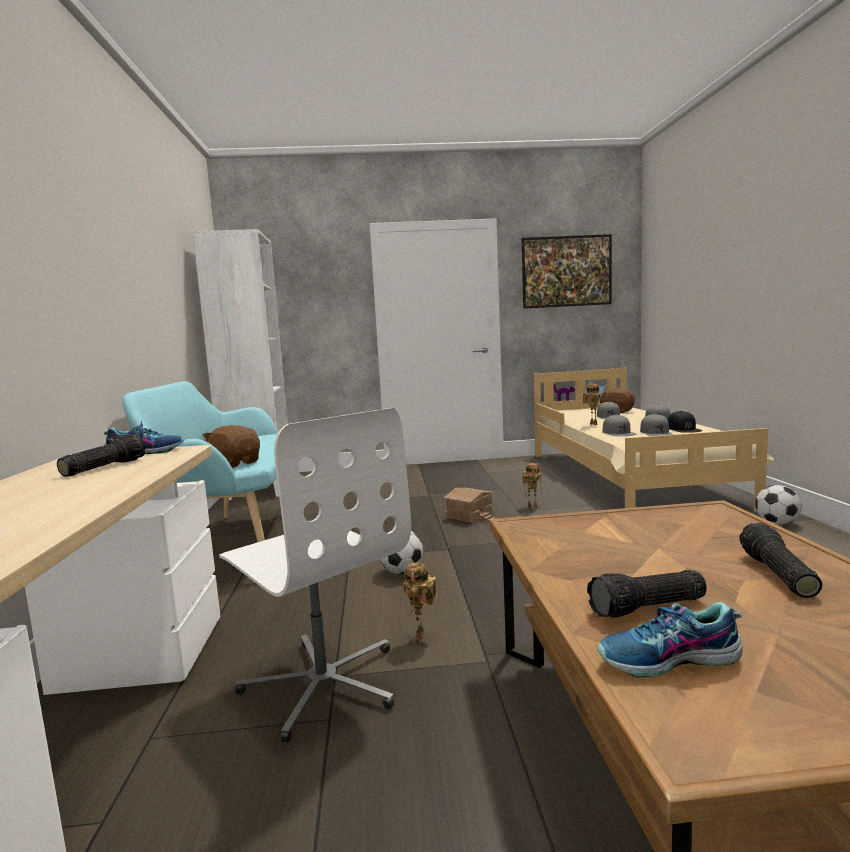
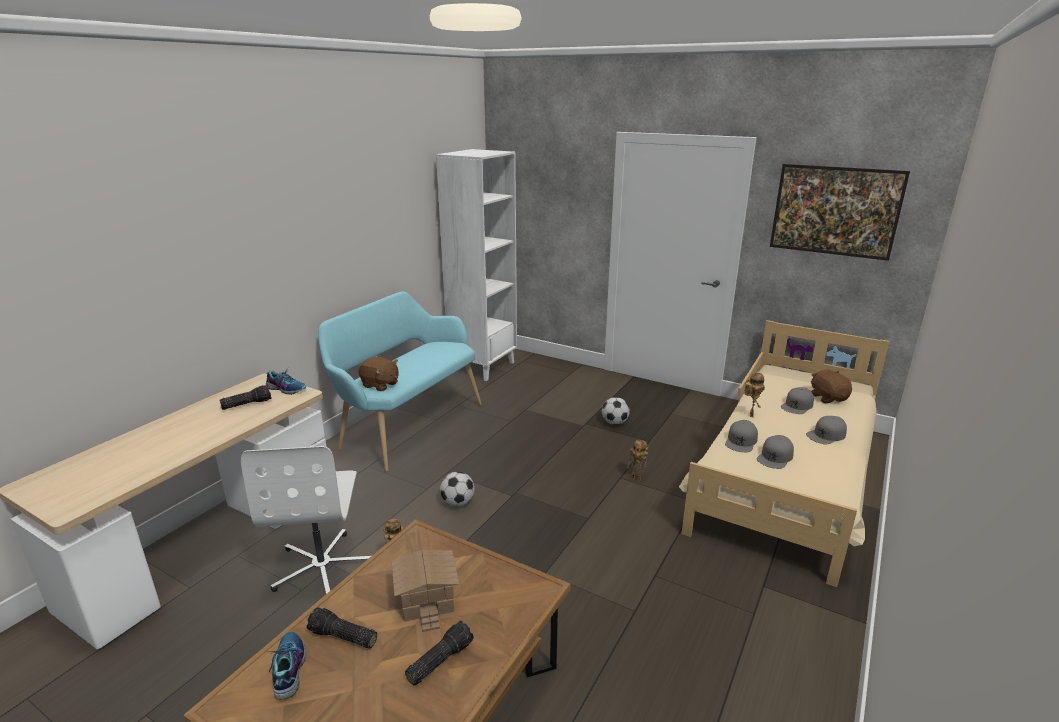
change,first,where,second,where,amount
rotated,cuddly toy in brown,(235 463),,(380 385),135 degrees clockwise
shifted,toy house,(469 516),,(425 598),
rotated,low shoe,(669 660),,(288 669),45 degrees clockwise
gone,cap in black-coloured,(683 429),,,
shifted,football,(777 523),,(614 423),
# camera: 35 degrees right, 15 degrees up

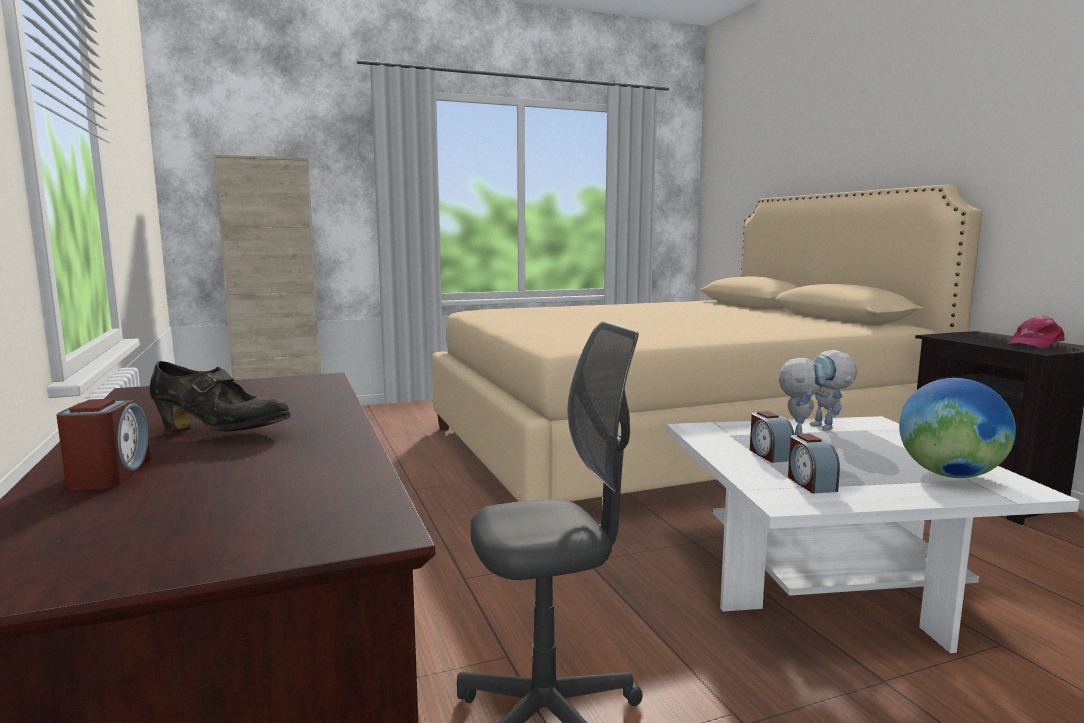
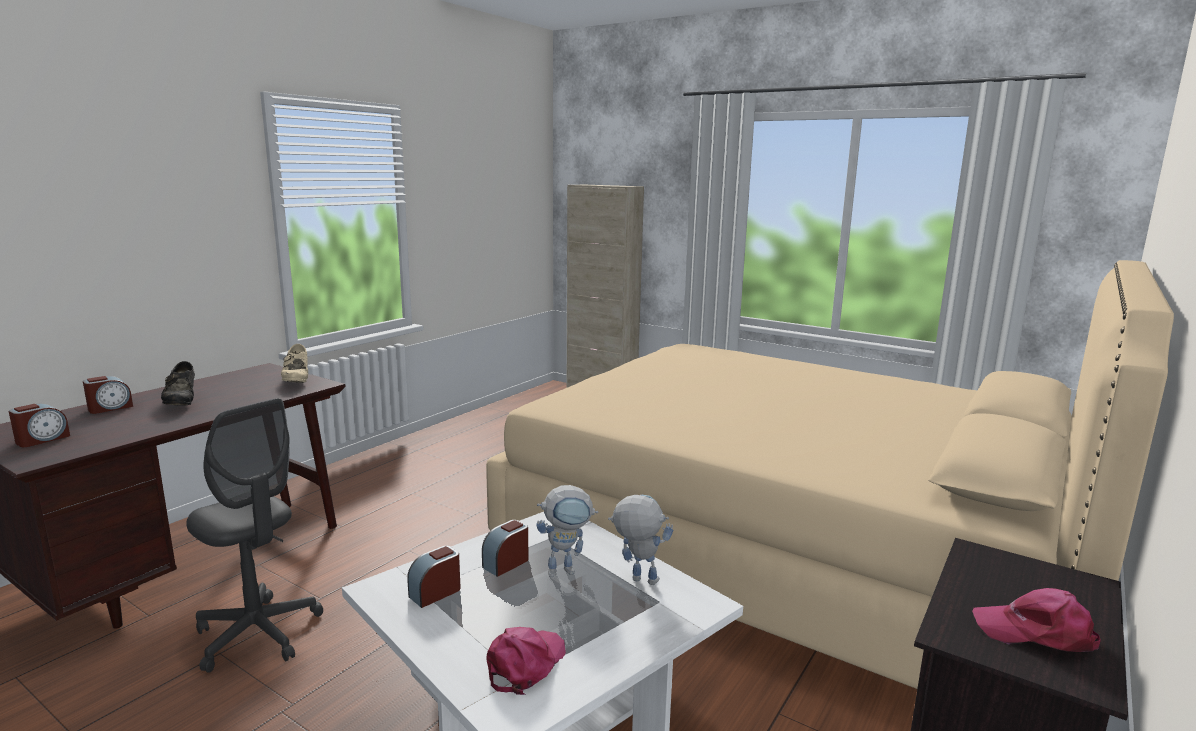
change,first,where,second,where,amount
rotated,toy robot,(828 428),,(636 579),75 degrees clockwise
swapped,globe,(949 475),cap in pinkish,(525 664),
new,,,alarm clock,(42 439),
new,,,low shoe in sand-coloured,(297 381),
# camera: 55 degrees right, 5 degrees up

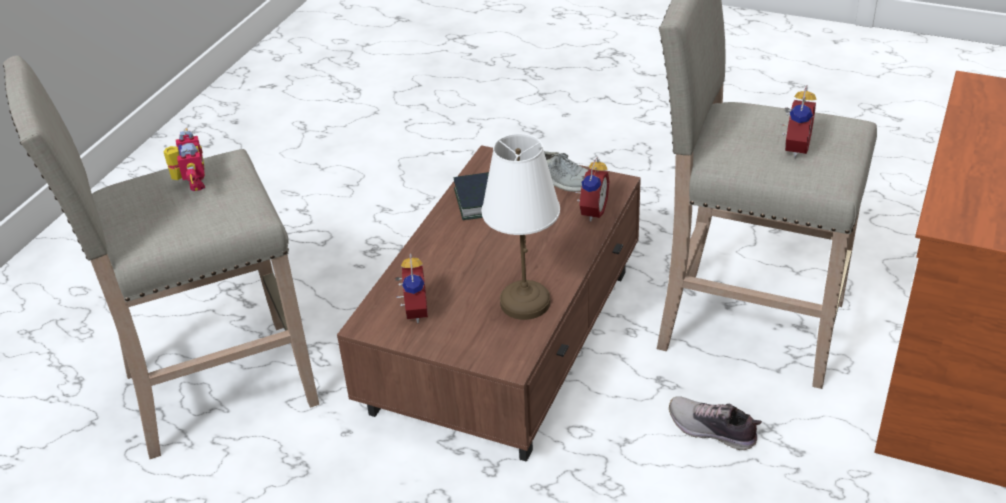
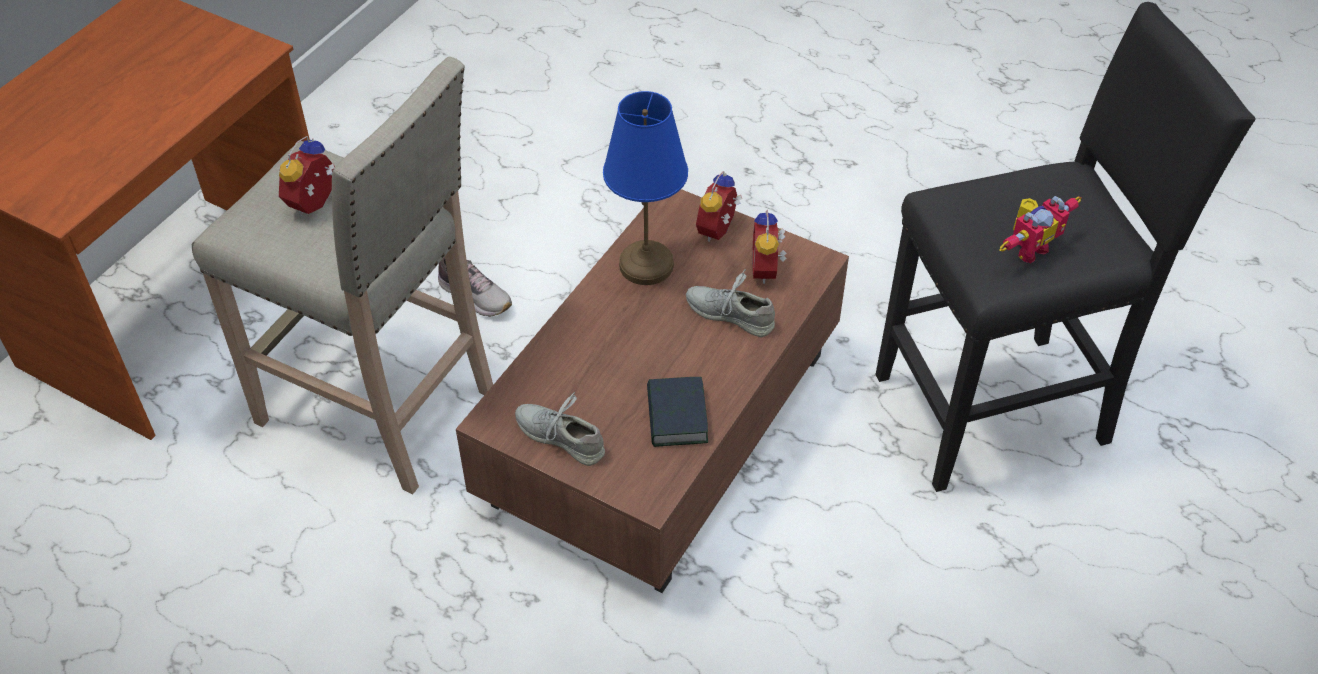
change,first,where,second,where,amount
repainted,stool seat in sand-coloured,(215 389),stool seat in black-coloured,(997 409),
rotated,toy robot,(191 184),,(1028 248),120 degrees counterclockwise
repainted,tabletop lamp in white-coloured,(524 302),tabletop lamp in blue-coloured,(647 265),
shifted,alarm clock,(591 211),,(719 231),
new,,,low shoe in greyish,(730 314),
# camera: 175 degrees left, 10 degrees up

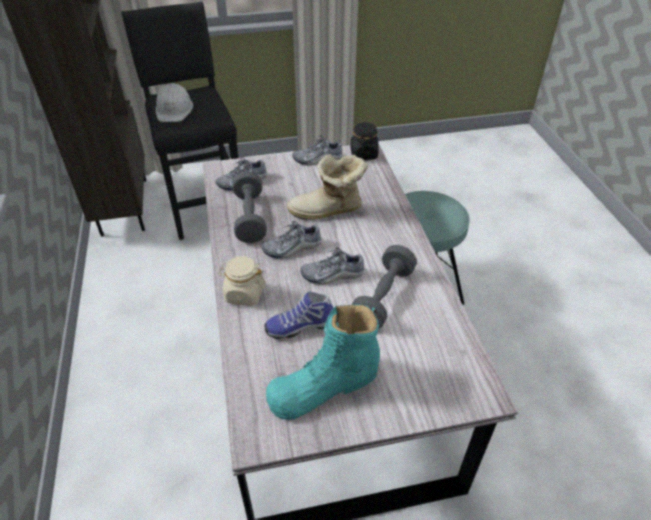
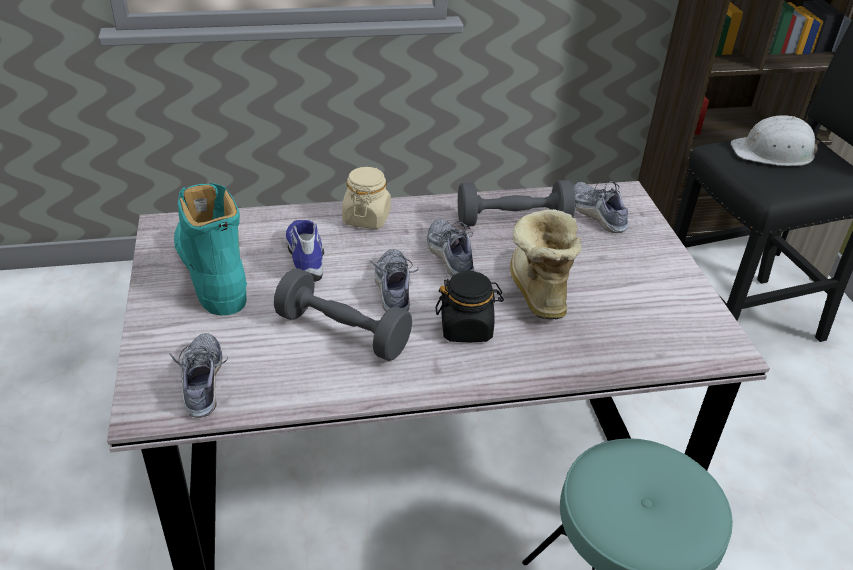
change,first,where,second,where,amount
shifted,low shoe,(318 159),,(202 381),
shifted,jar in black-coloured,(363 154),,(466 328),
# camera: 90 degrees right, 5 degrees down

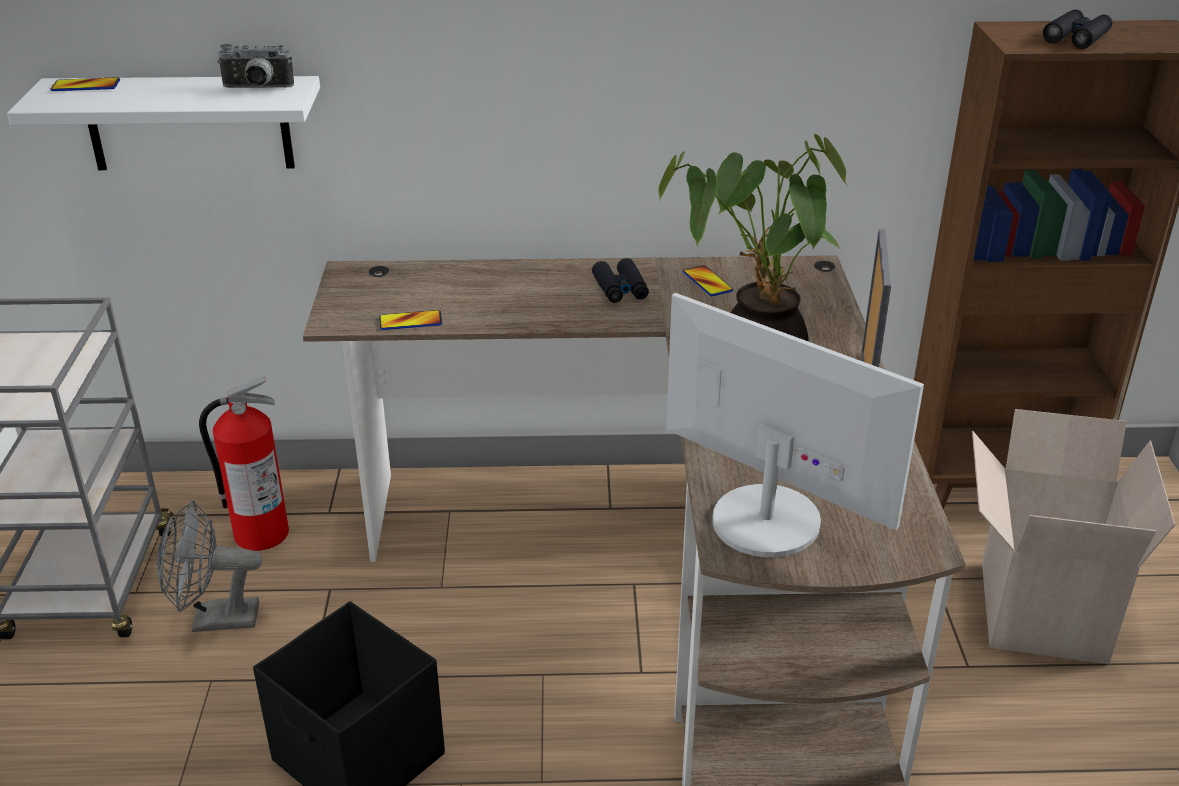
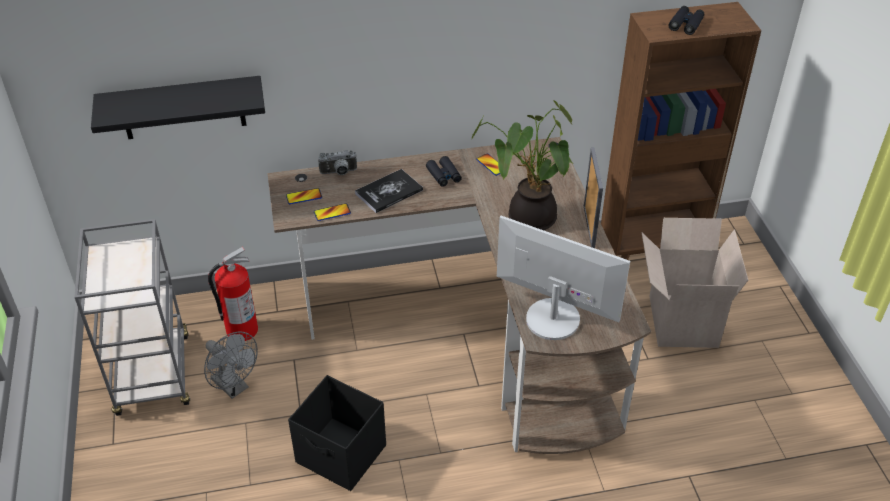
change,first,where,second,where,amount
repainted,wall shelf in white-coloured,(189 123),wall shelf in black-coloured,(183 108),
shifted,handset,(86 86),,(304 197),
rotated,electric fan in greyish,(214 620),,(234 387),120 degrees counterclockwise
shifted,still camera,(257 89),,(339 173),
new,,,book,(389 192),
# camera: 10 degrees left, 10 degrees up

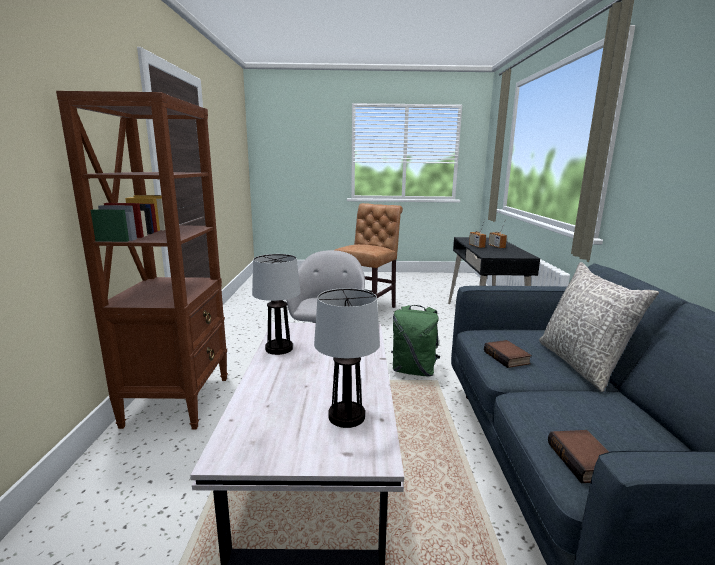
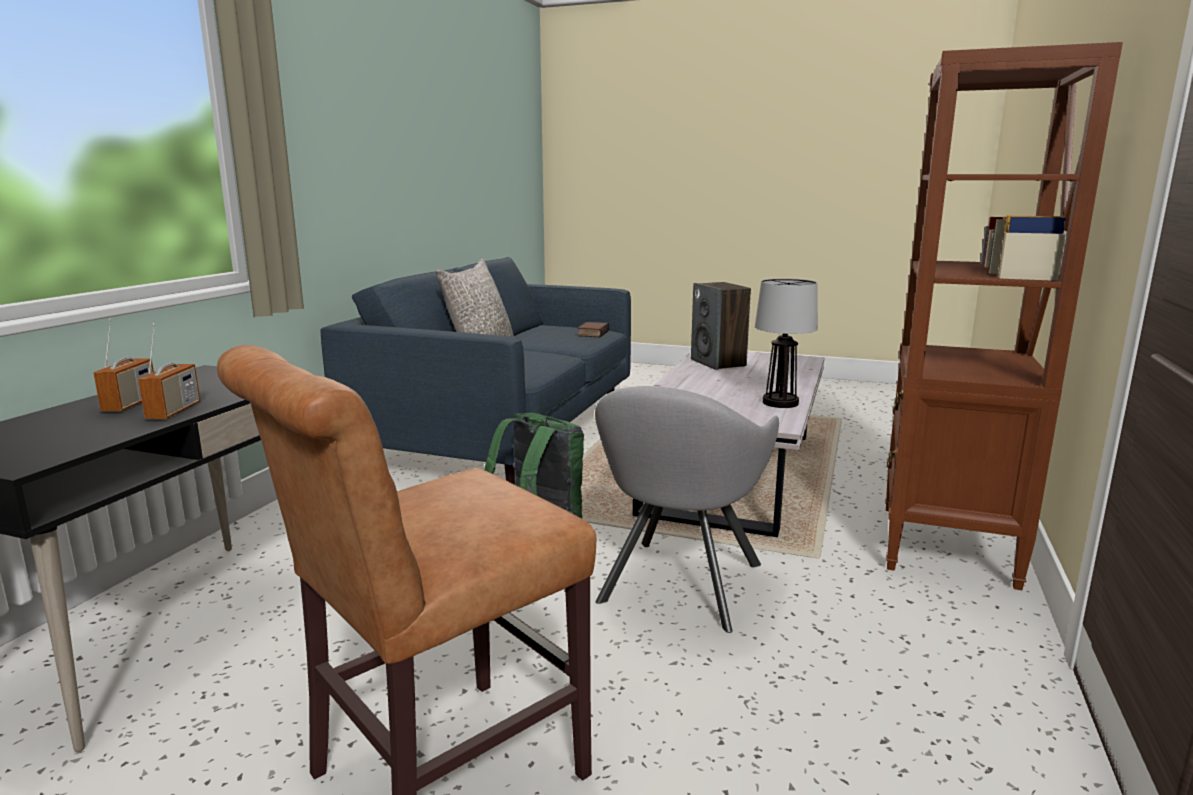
change,first,where,second,where,amount
swapped,tabletop lamp,(345 416),audio speaker,(718 363),
gone,book,(508 357),,,
# camera: 160 degrees left, 0 degrees up

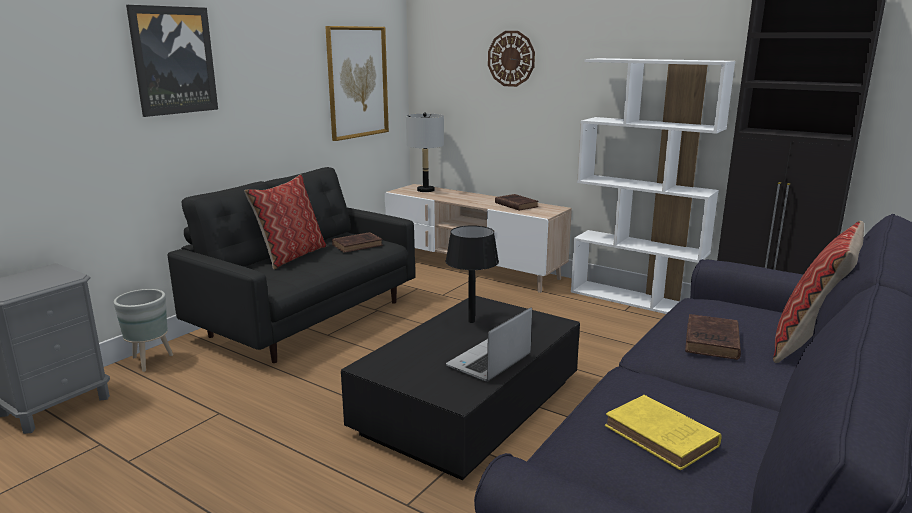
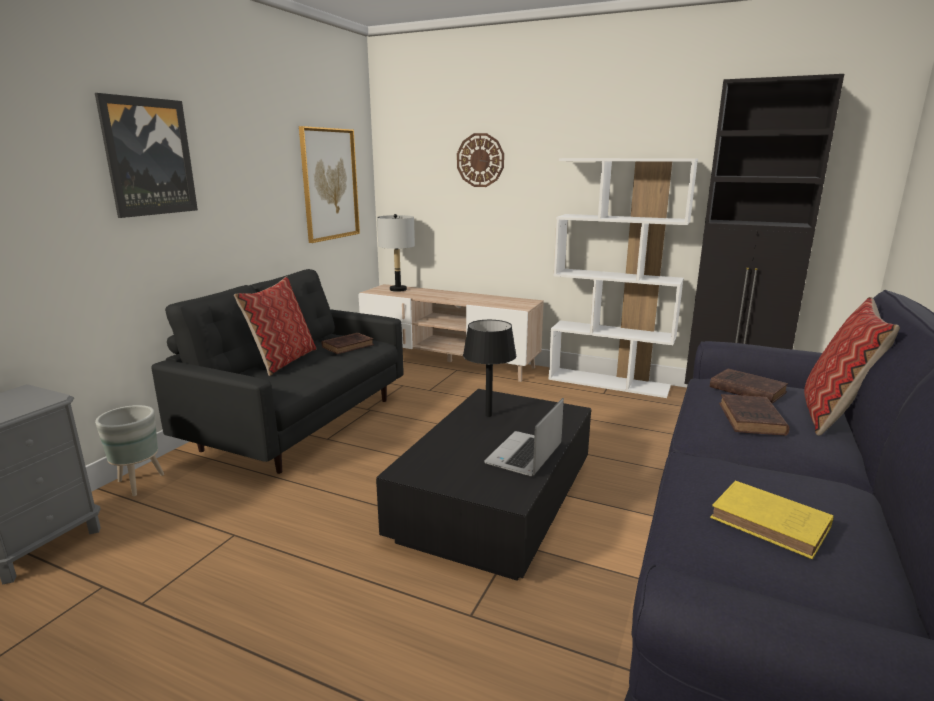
change,first,where,second,where,amount
shifted,book in brown,(515 205),,(745 389),
# camera: 10 degrees left, 0 degrees up

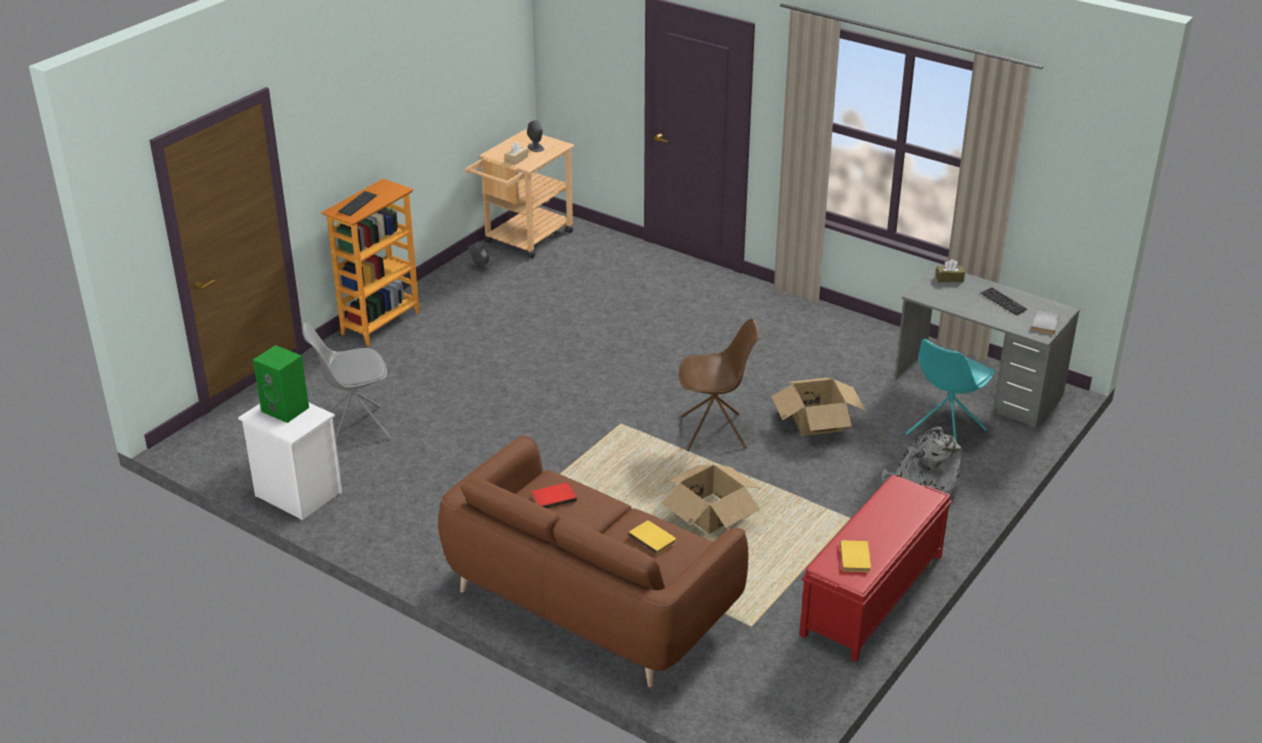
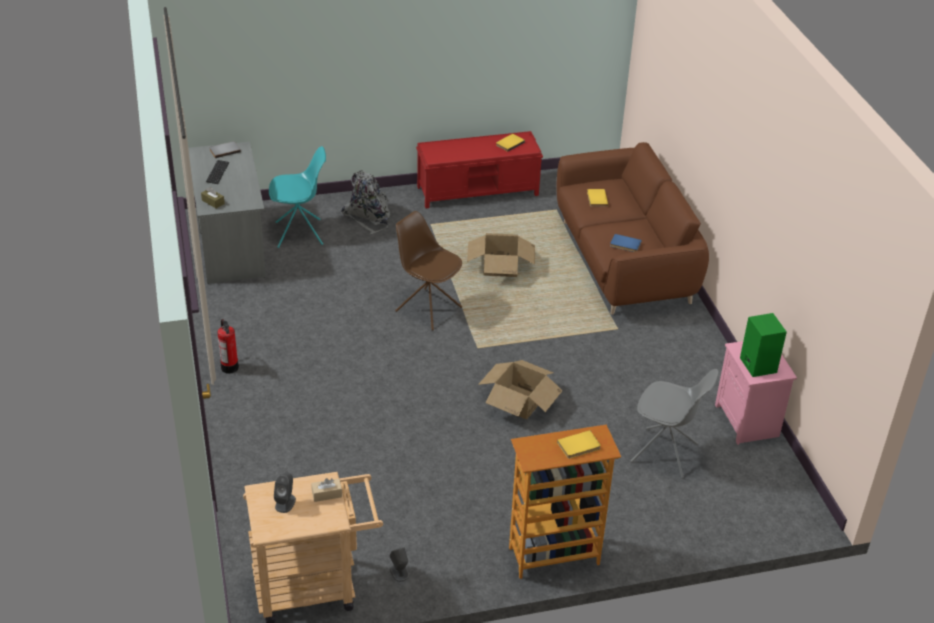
change,first,where,second,where,amount
repainted,bedside table in white-coloured,(296 494),bedside table in pinkish,(748 422),
swapped,keyboard,(357 204),book in yellow,(579 446),
repainted,book in red,(553 497),book in blue-coloured,(625 245),
shifted,packing box,(816 421),,(519 401),
new,,,extinguisher,(230 367),
# camera: 140 degrees left, 5 degrees up

